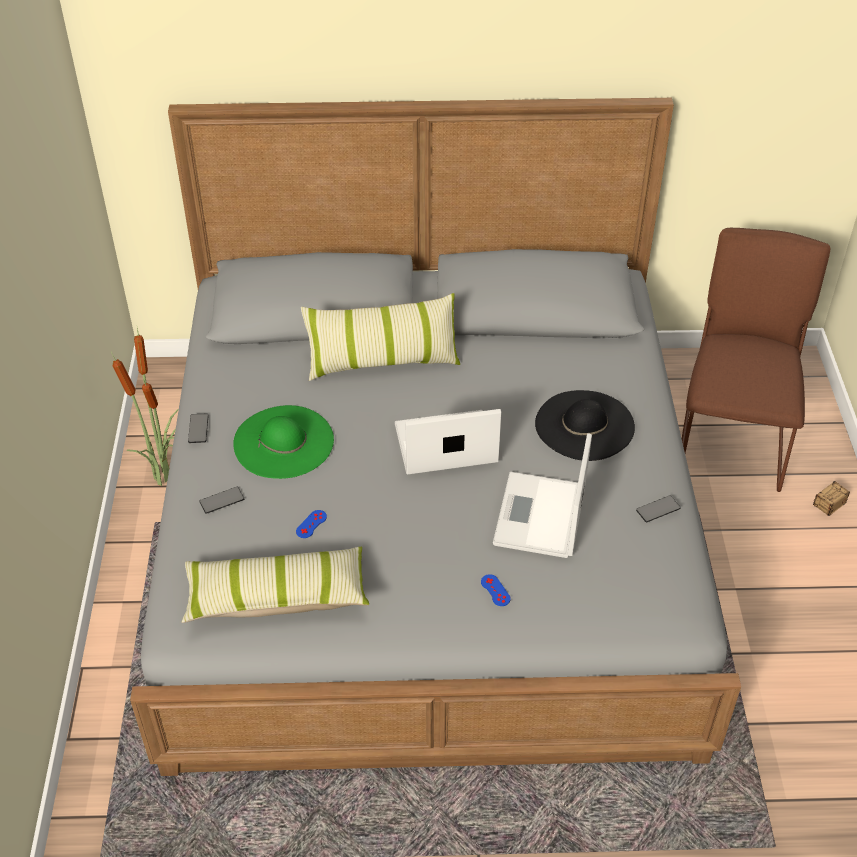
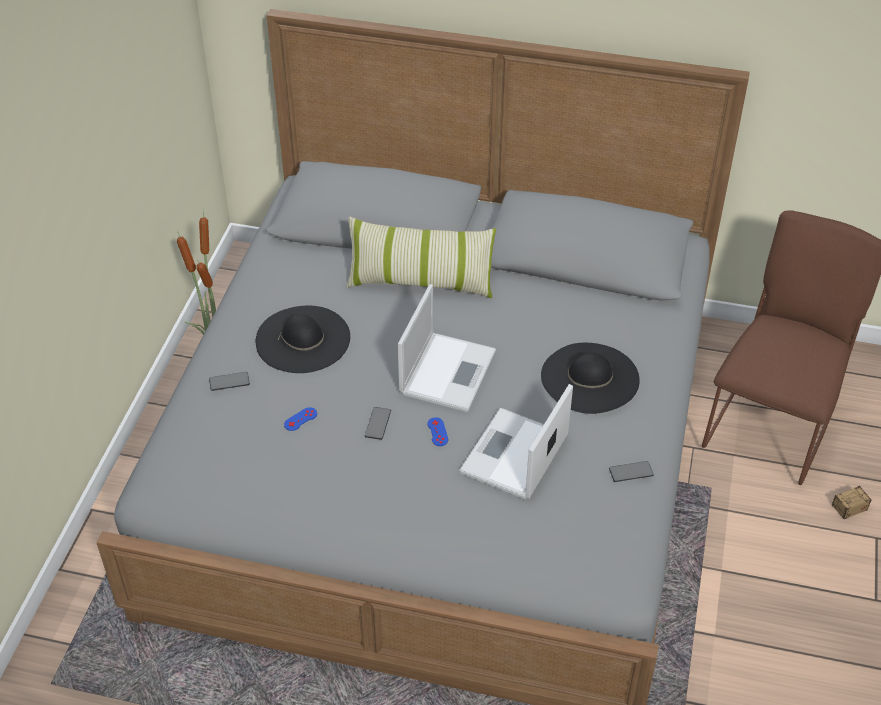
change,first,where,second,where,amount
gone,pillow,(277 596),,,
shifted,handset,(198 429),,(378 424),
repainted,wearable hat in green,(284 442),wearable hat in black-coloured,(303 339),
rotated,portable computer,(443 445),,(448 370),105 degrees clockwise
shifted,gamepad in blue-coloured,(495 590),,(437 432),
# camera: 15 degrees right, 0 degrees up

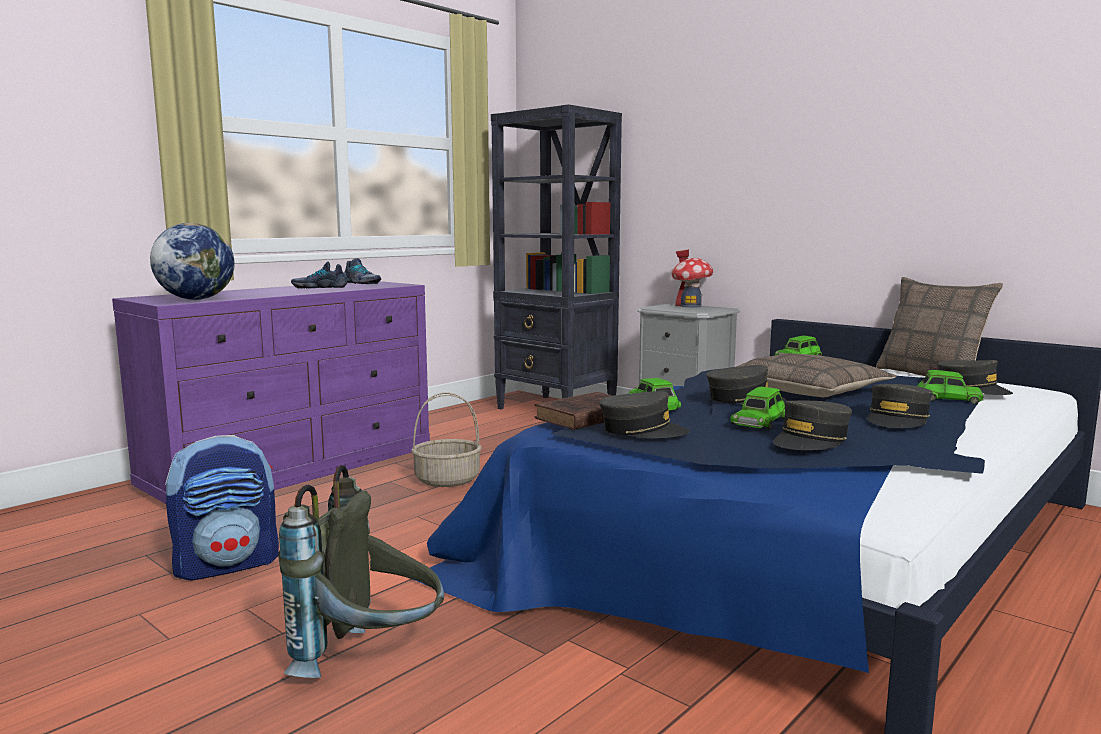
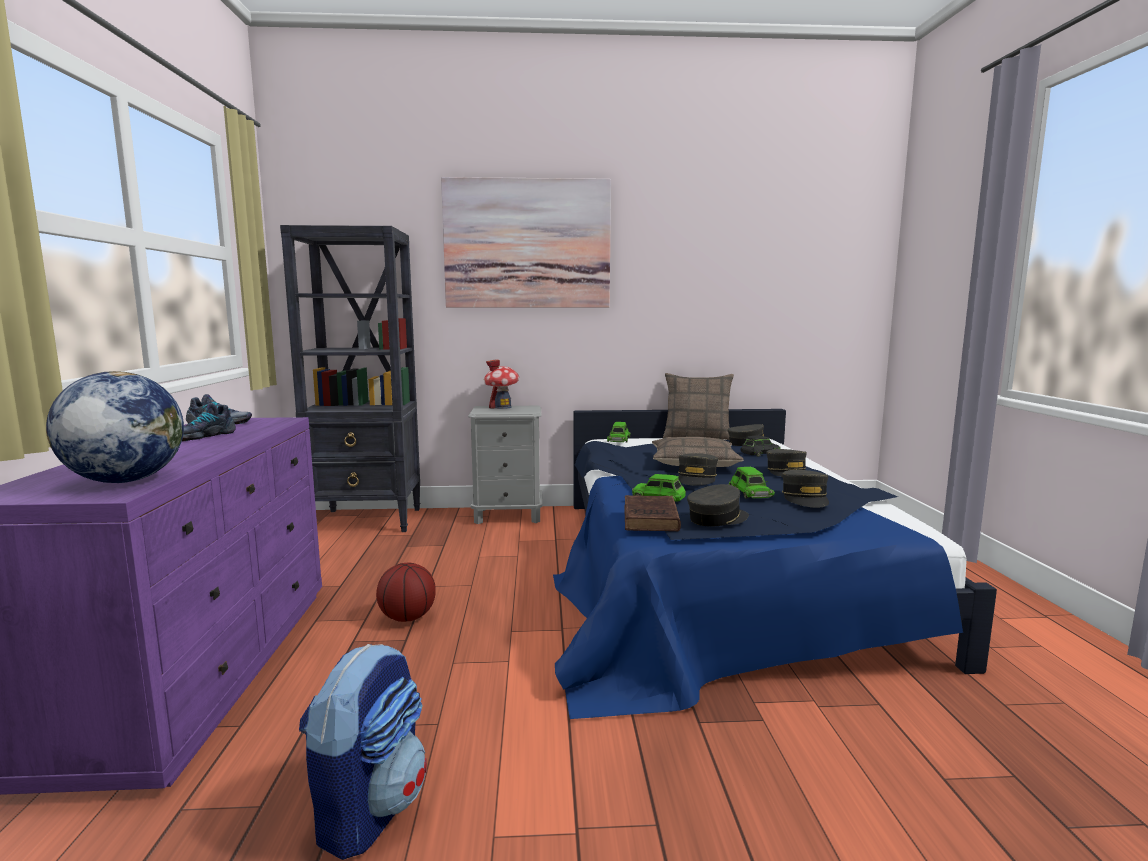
change,first,where,second,where,amount
gone,backpack in greyish,(371 660),,,
swapped,storage basket,(448 480),basketball ball,(407 618),
rotated,cap in greyish,(743 399),,(696 478),150 degrees clockwise
repainted,toy car in green,(948 398),toy car in black-coloured,(759 453),
new,,,wall art,(527 244),
# camera: 45 degrees left, 0 degrees up

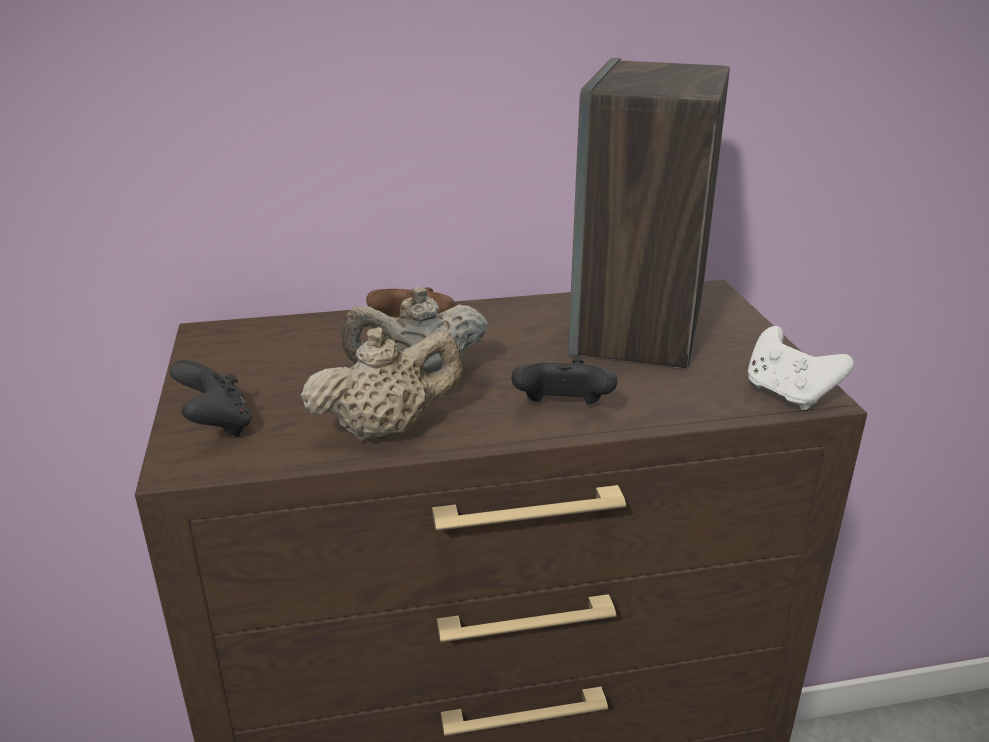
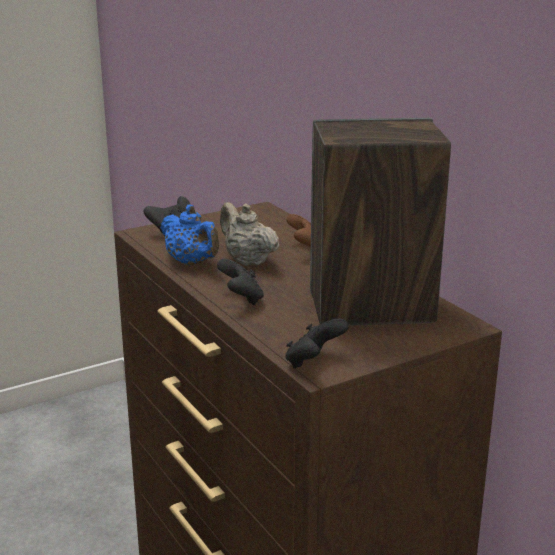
change,first,where,second,where,amount
repainted,pot for tea in sand-coloured,(386 430),pot for tea in blue-coloured,(192 263),
repainted,gamepad in white-coloured,(788 394),gamepad in black-coloured,(313 362),
# camera: 70 degrees right, 5 degrees down

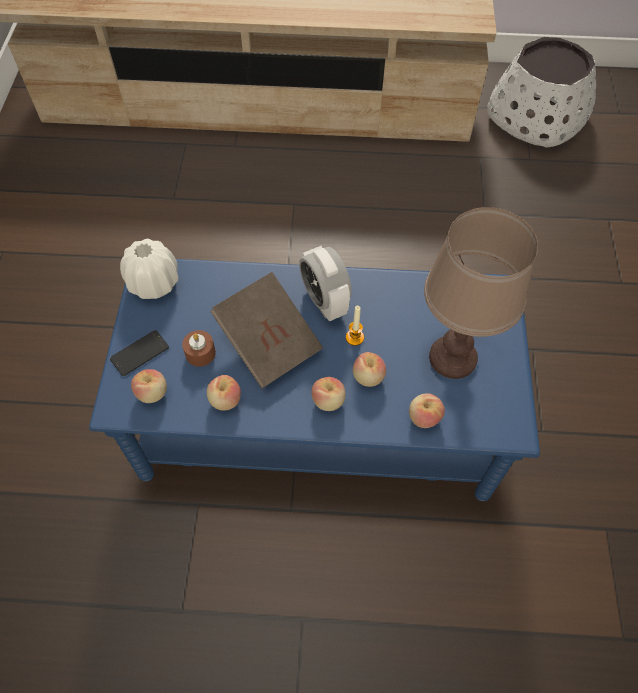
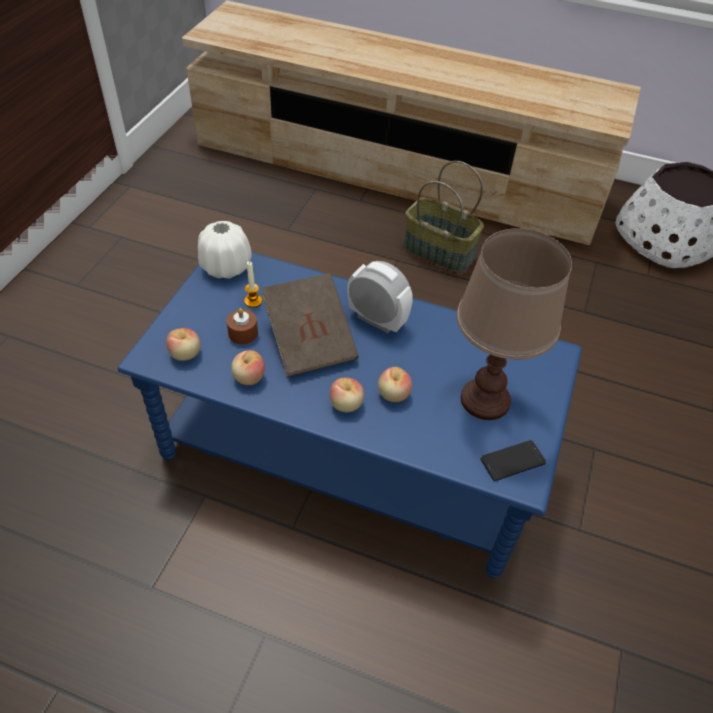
change,first,where,second,where,amount
shifted,handset,(140 353),,(513 461),
rotated,alarm clock,(324 301),,(377 320),135 degrees clockwise
shifted,candle,(354 337),,(253 301),
gone,apple fruit,(423 417),,,
new,,,storage basket,(437 252),
# camera: 15 degrees right, 10 degrees down

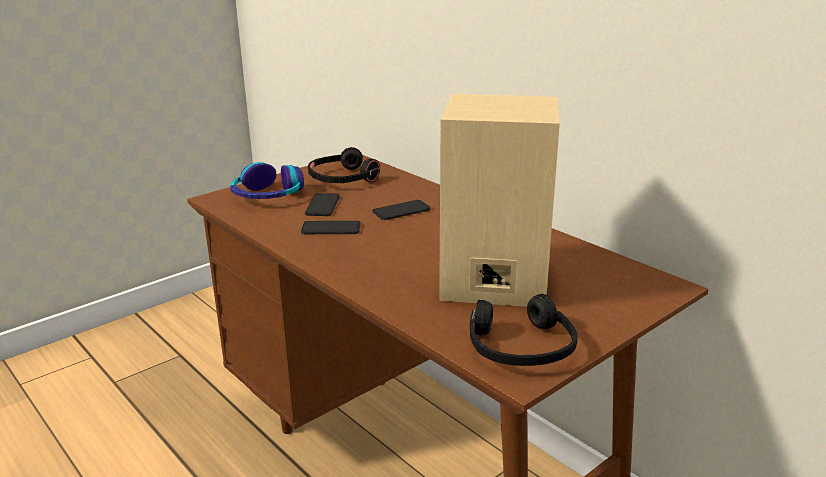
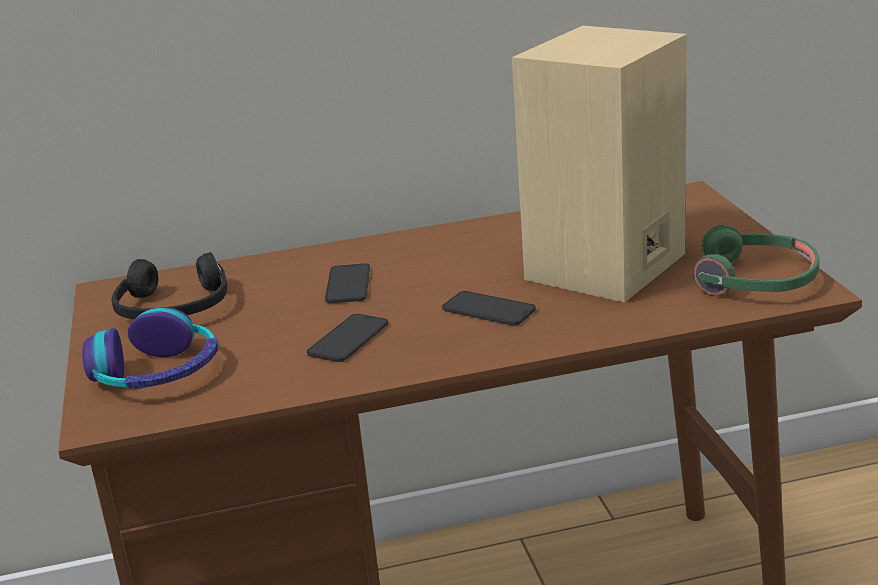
change,first,where,second,where,amount
shifted,handset,(322 205),,(488 309),
repainted,headphones in black-coloured,(520 347),headphones in green,(756 280),
# camera: 60 degrees left, 0 degrees up

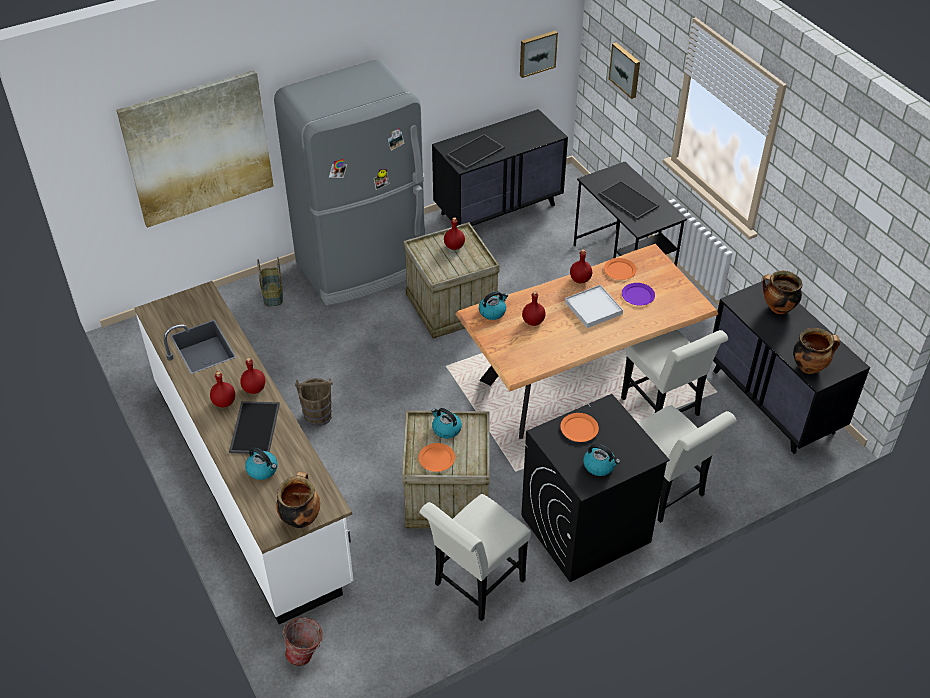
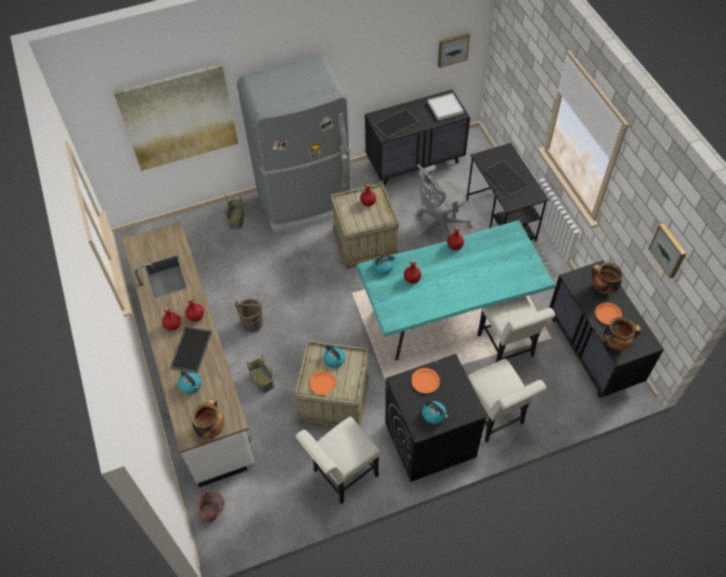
change,first,where,second,where,amount
repainted,dinner table in brown,(580 379),dinner table in turquoise-coloured,(449 315),
shifted,tray in white-coloured,(593 308),,(445 108),
shifted,flat dish in orange,(619 270),,(607 314),
shifted,wall art,(626 70),,(668 250),
gone,flat dish in purple-coloured,(638 295),,,
new,,,storage basket,(261 380),
new,,,desk chair in greyish,(439 226),
# camera: 10 degrees right, 10 degrees up

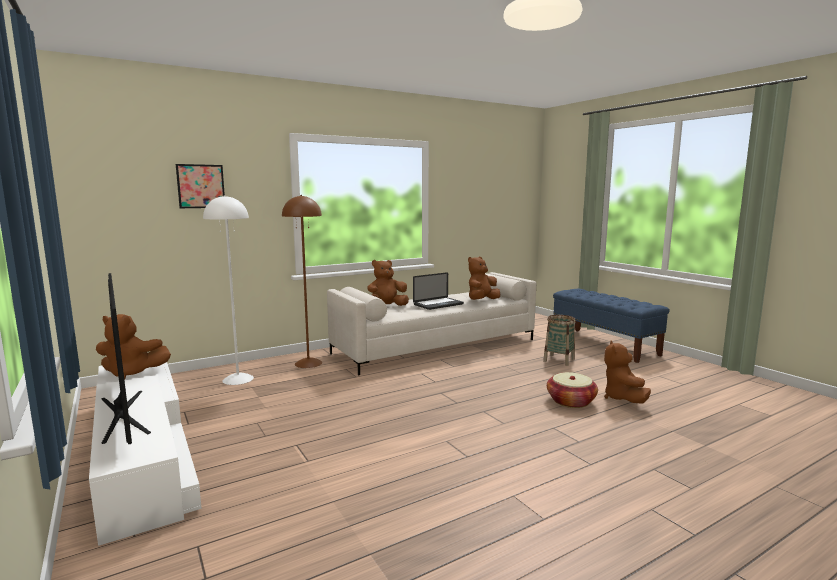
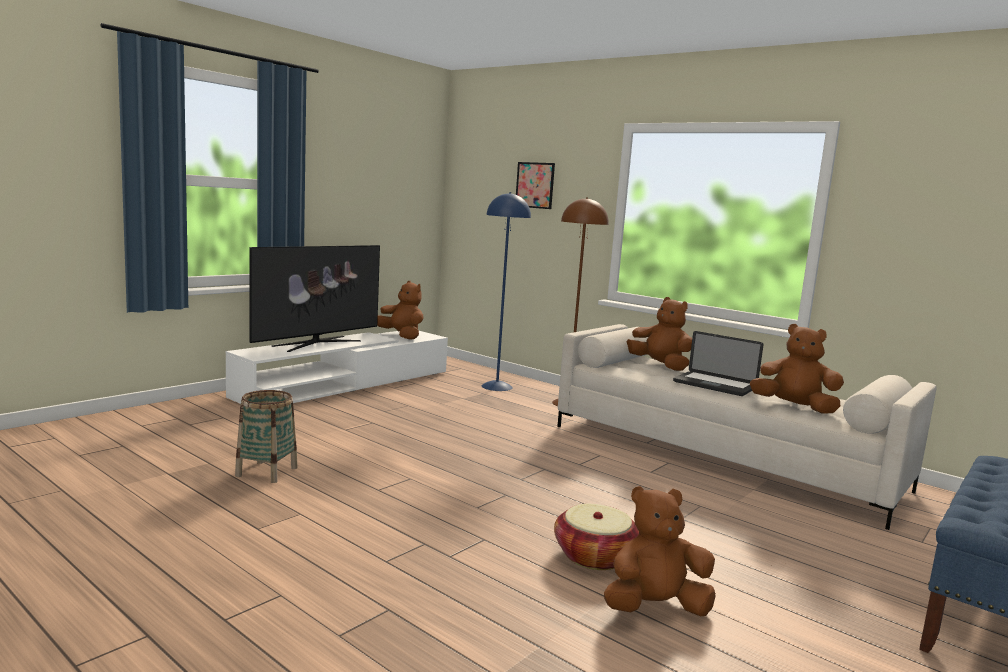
change,first,where,second,where,amount
rotated,cuddly toy in brown,(132 373),,(401 336),150 degrees clockwise
repainted,standard lamp in white-coloured,(238 379),standard lamp in blue-coloured,(497 386),
shifted,storage basket,(558 360),,(266 472),
# camera: 70 degrees right, 0 degrees up

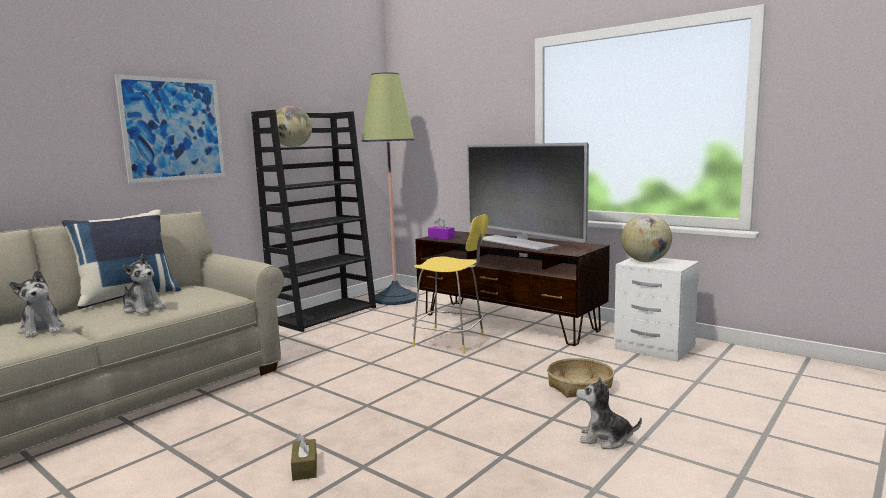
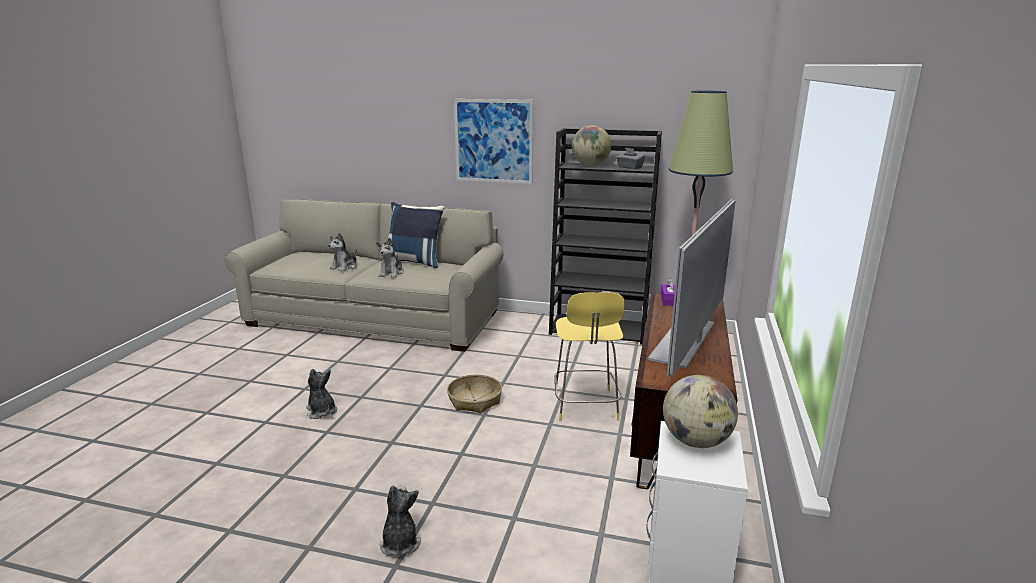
change,first,where,second,where,amount
swapped,box of tissues in brown,(305 467),cuddly toy,(321 411),
shifted,storage basket,(580 387),,(475 400),
new,,,box of tissues in greyish,(629 167),
# camera: 65 degrees right, 10 degrees up

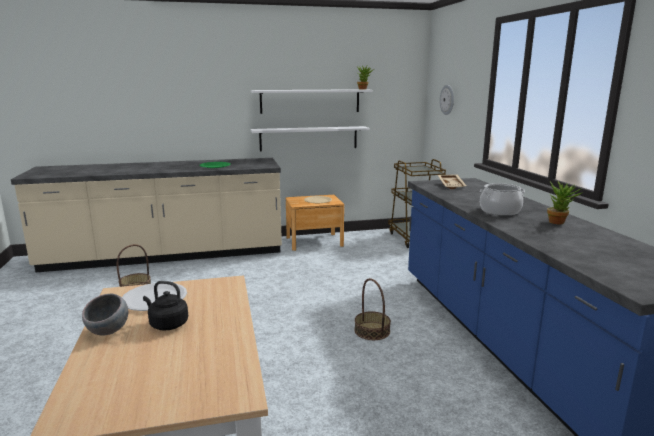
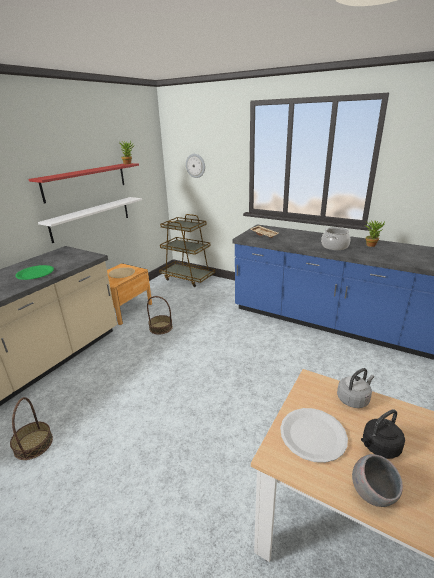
change,first,where,second,where,amount
repainted,wall shelf in white-coloured,(310 101),wall shelf in red,(86 181),
shifted,storage basket,(372 331),,(161 328),
new,,,water kettle in greyish,(354 399),
# camera: 45 degrees left, 10 degrees up

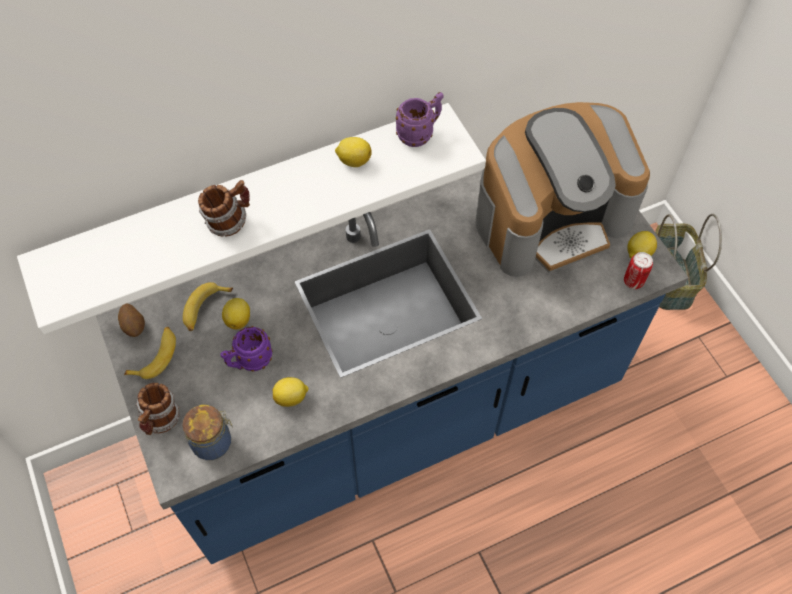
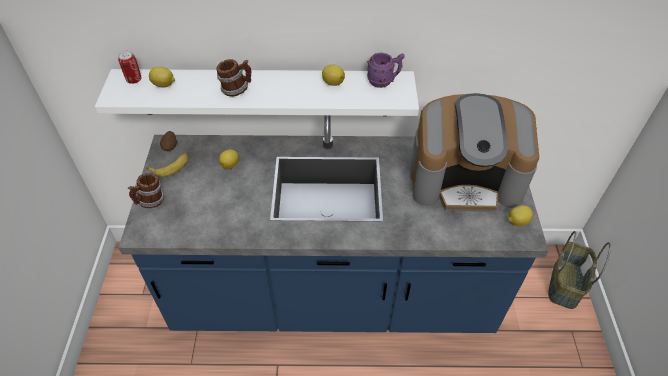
change,first,where,second,where,amount
gone,jar,(214 442),,,
gone,whole banana,(204 309),,,
gone,mug in purple-coloured,(249 362),,,
shifted,whole lemon,(291 397),,(164 85),
shifted,can,(633 281),,(134 80),
# camera: 25 degrees right, 10 degrees down

